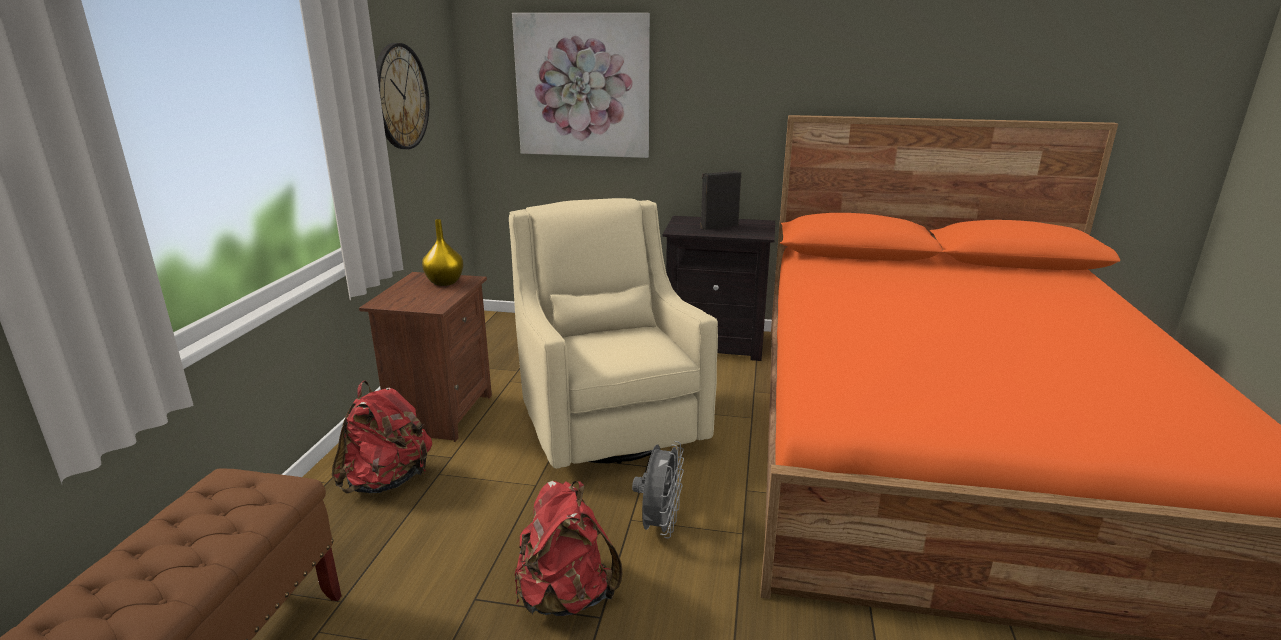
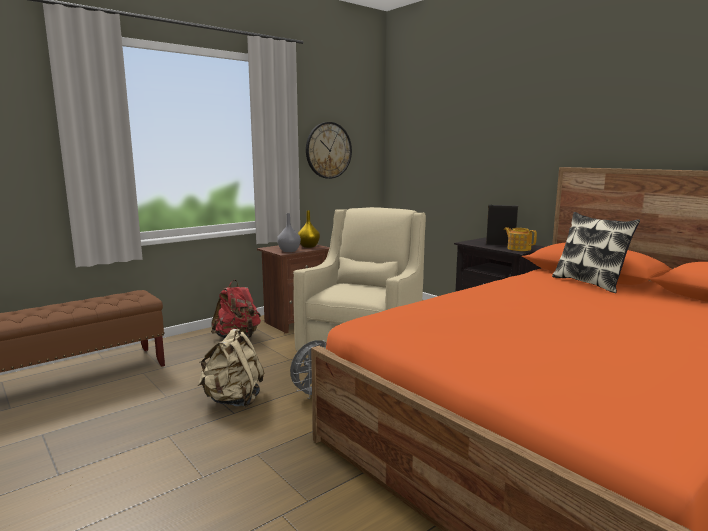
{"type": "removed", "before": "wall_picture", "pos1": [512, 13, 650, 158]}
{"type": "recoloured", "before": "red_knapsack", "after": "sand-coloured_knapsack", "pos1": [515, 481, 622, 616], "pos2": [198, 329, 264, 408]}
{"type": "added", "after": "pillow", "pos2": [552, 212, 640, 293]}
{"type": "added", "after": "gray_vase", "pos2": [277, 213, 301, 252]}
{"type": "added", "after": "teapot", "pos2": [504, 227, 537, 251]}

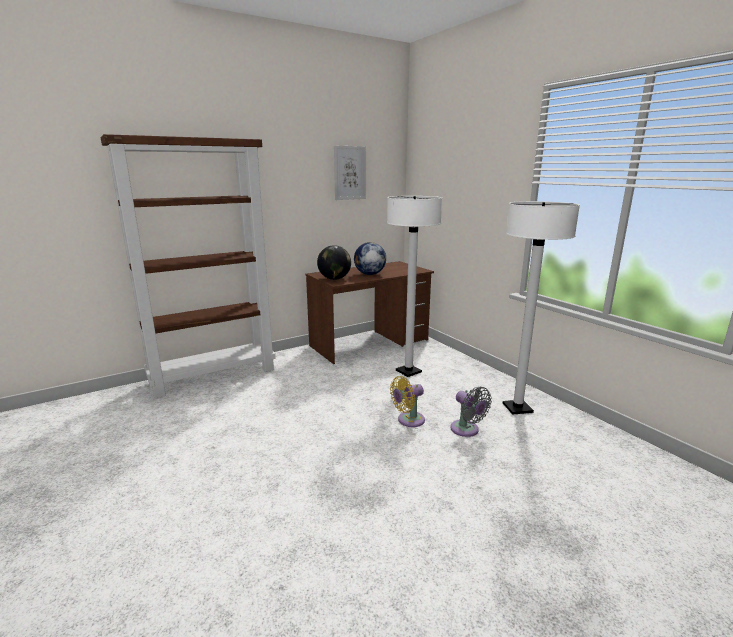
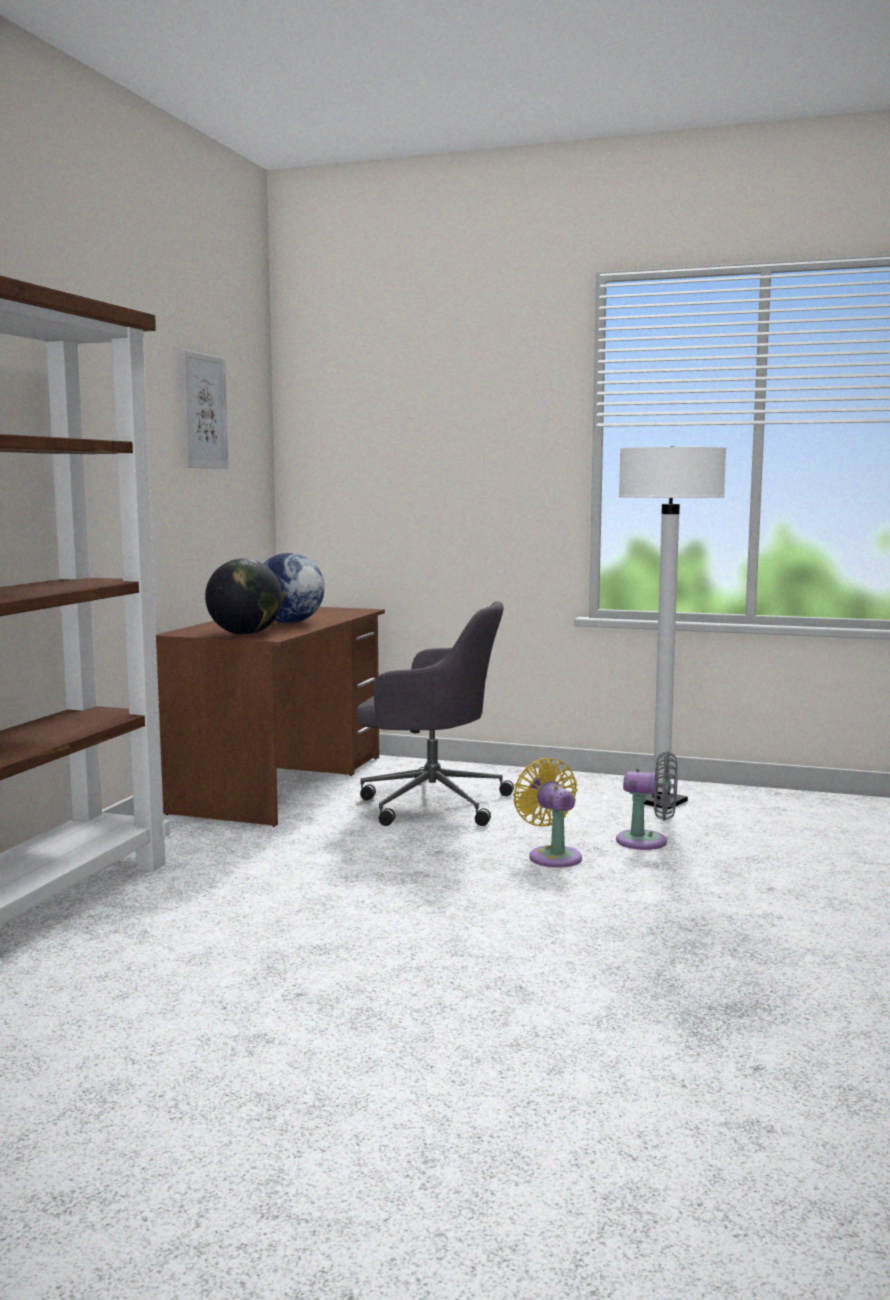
{"type": "replaced", "before": "white-coloured_standing_lamp", "after": "gray_desk_chair", "pos1": [387, 196, 442, 377], "pos2": [357, 602, 514, 826]}
{"type": "turned", "before": "yellowish_electric_fan", "pos1": [390, 376, 425, 427], "pos2": [513, 758, 582, 868], "turn": 135}

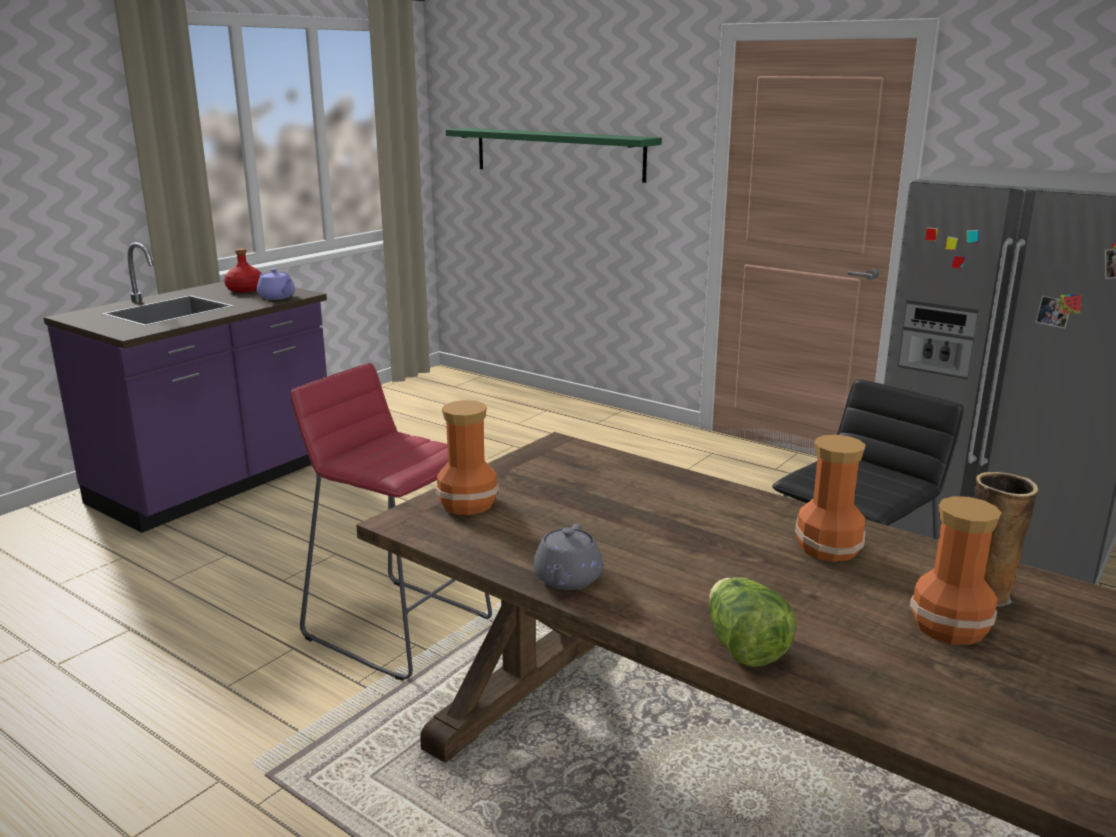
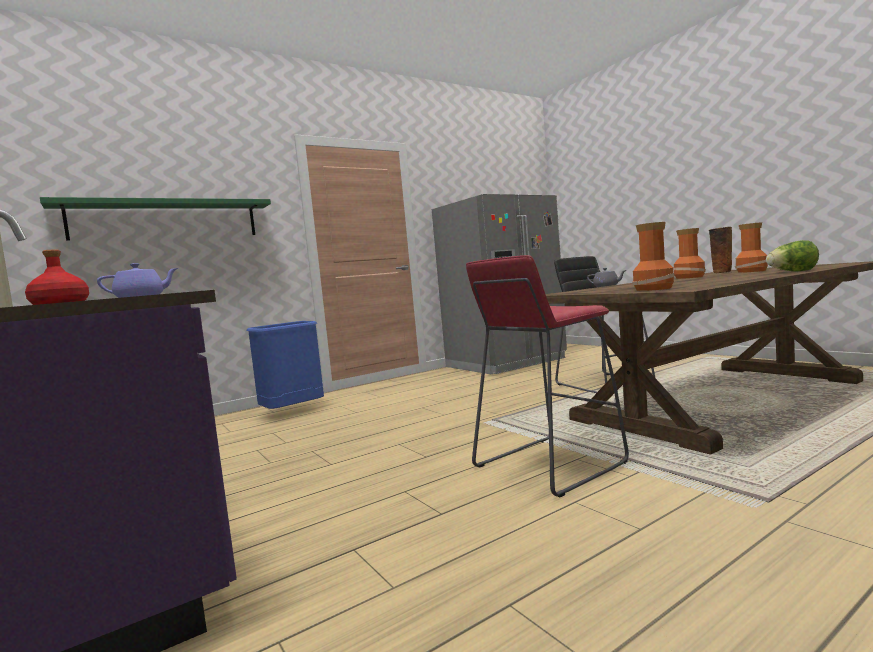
{"type": "moved", "before": "gray_teapot", "pos1": [533, 523, 603, 590], "pos2": [587, 268, 626, 287]}
{"type": "added", "after": "blue-coloured_waste_bin", "pos2": [247, 321, 324, 409]}

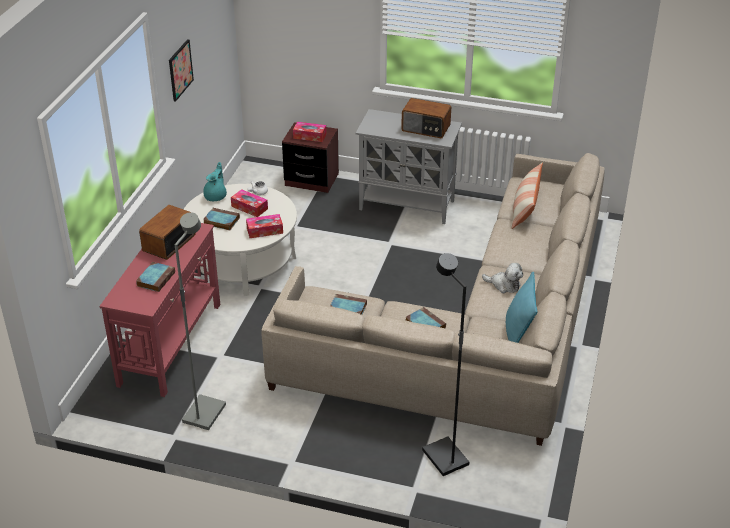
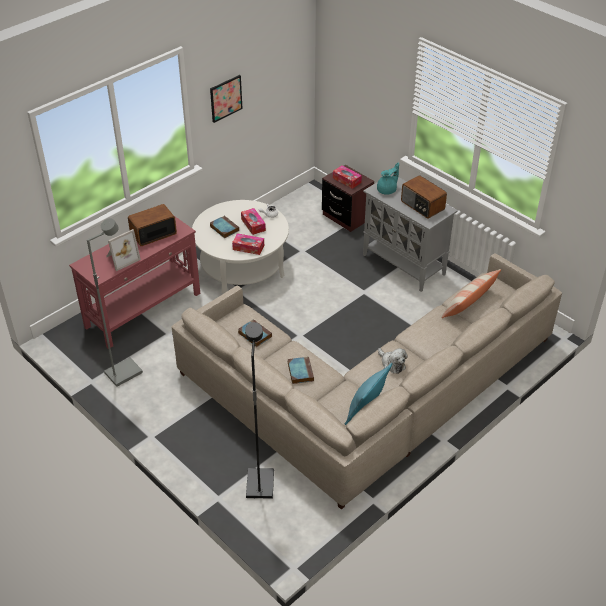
{"type": "moved", "before": "blue-green_teapot", "pos1": [203, 162, 227, 201], "pos2": [377, 163, 399, 195]}
{"type": "replaced", "before": "bound_book", "after": "standing_frame", "pos1": [136, 262, 175, 292], "pos2": [106, 229, 141, 271]}

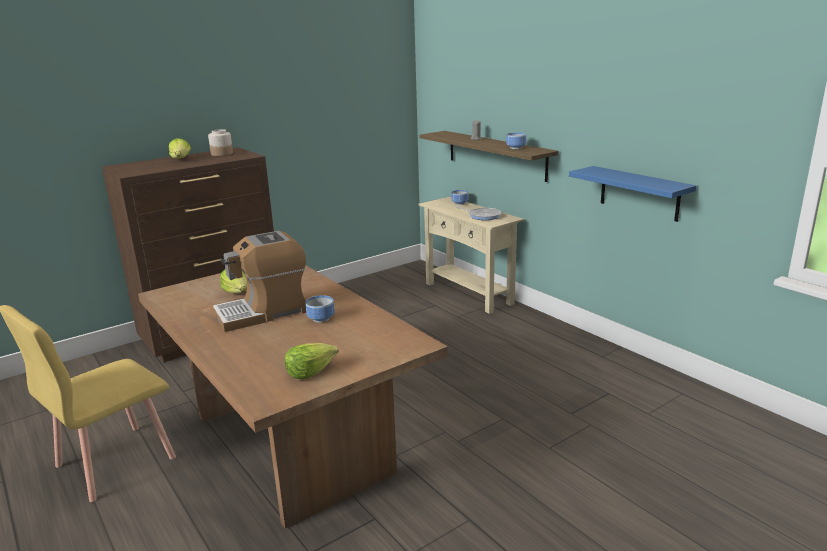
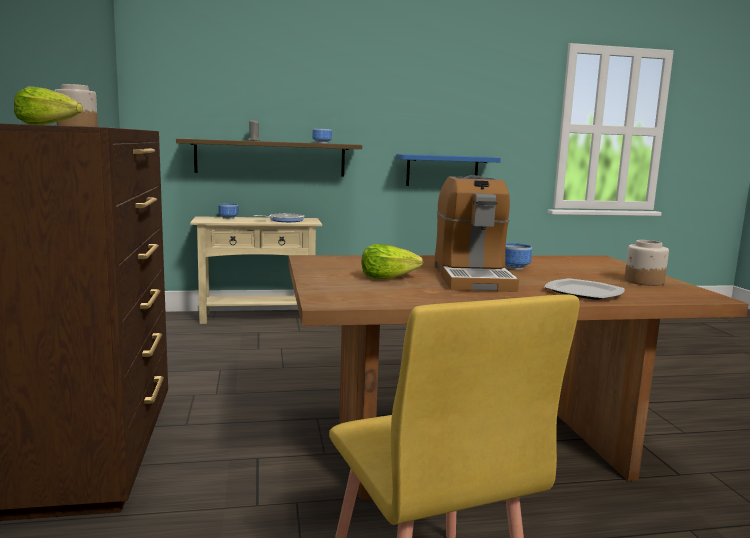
{"type": "replaced", "before": "lettuce", "after": "preserve_jar", "pos1": [285, 343, 339, 379], "pos2": [624, 240, 669, 286]}
{"type": "added", "after": "flat_dish", "pos2": [544, 278, 624, 300]}

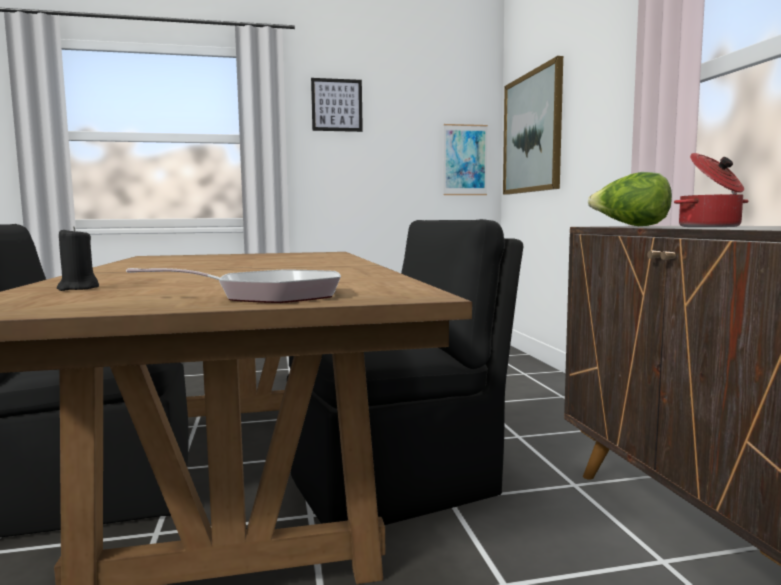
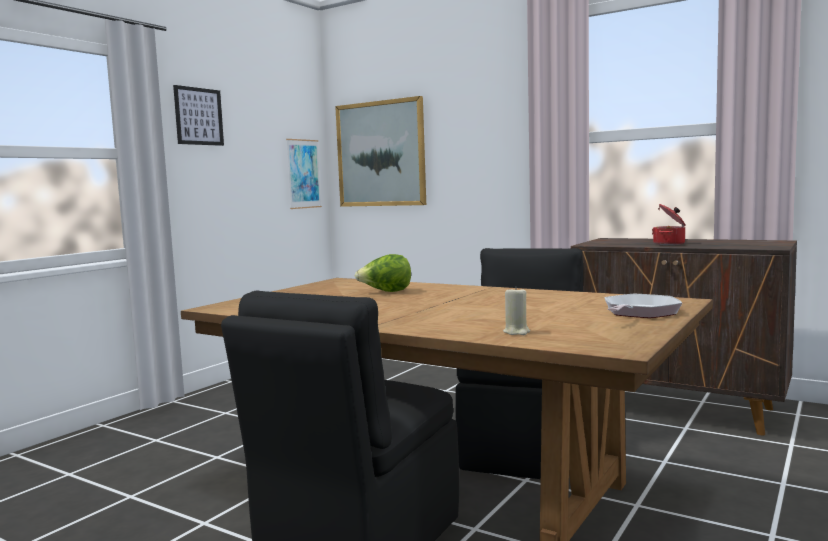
{"type": "moved", "before": "lettuce", "pos1": [588, 172, 672, 226], "pos2": [355, 254, 411, 292]}
{"type": "recoloured", "before": "blackish_wax_candle", "after": "sand-coloured_wax_candle", "pos1": [57, 226, 99, 291], "pos2": [503, 286, 530, 335]}

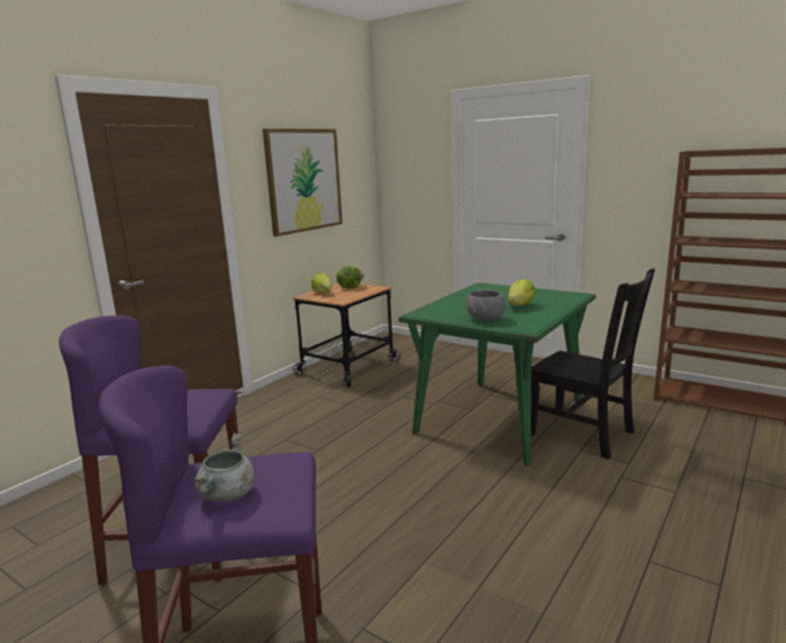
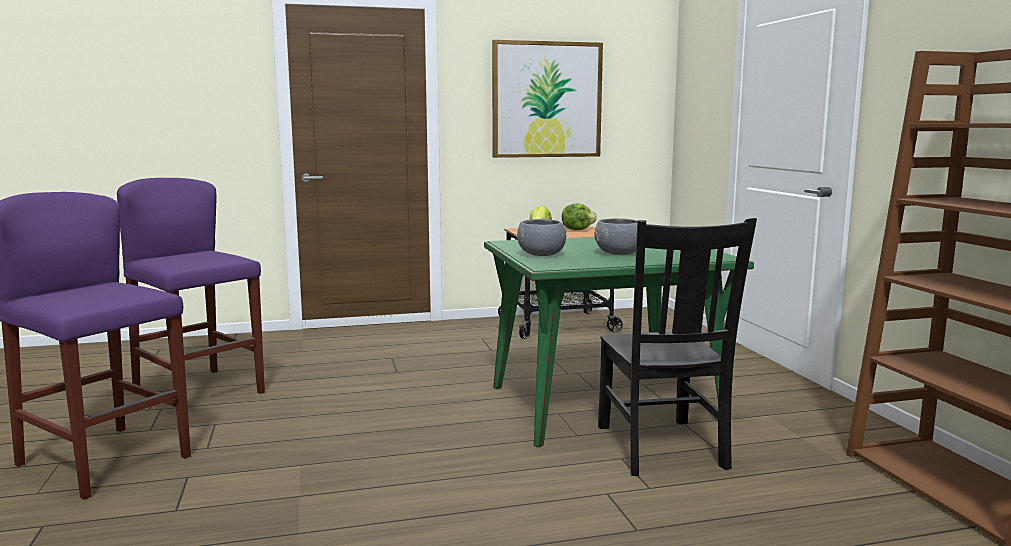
{"type": "replaced", "before": "lettuce", "after": "gray_serving_bowl", "pos1": [508, 279, 536, 306], "pos2": [595, 218, 637, 255]}
{"type": "removed", "before": "gray_cooking_pot", "pos1": [194, 433, 255, 502]}

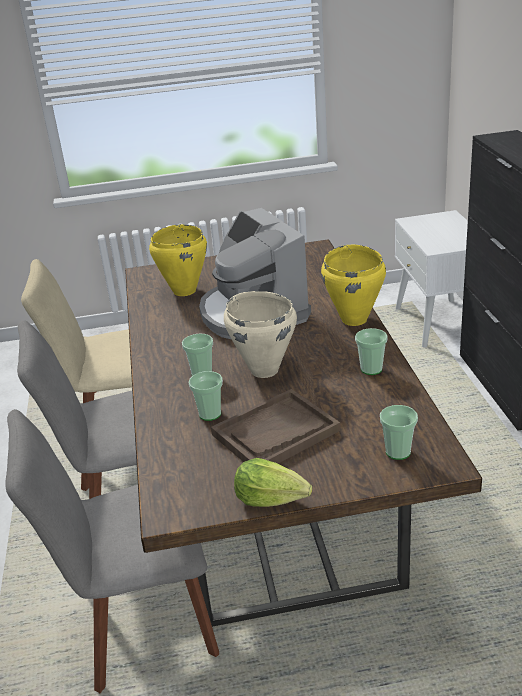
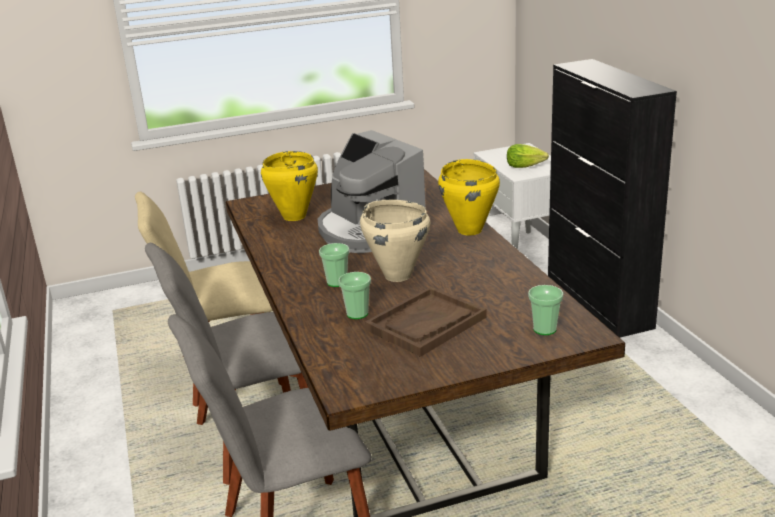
{"type": "removed", "before": "cup", "pos1": [355, 328, 388, 375]}
{"type": "moved", "before": "lettuce", "pos1": [234, 458, 312, 507], "pos2": [507, 144, 549, 168]}

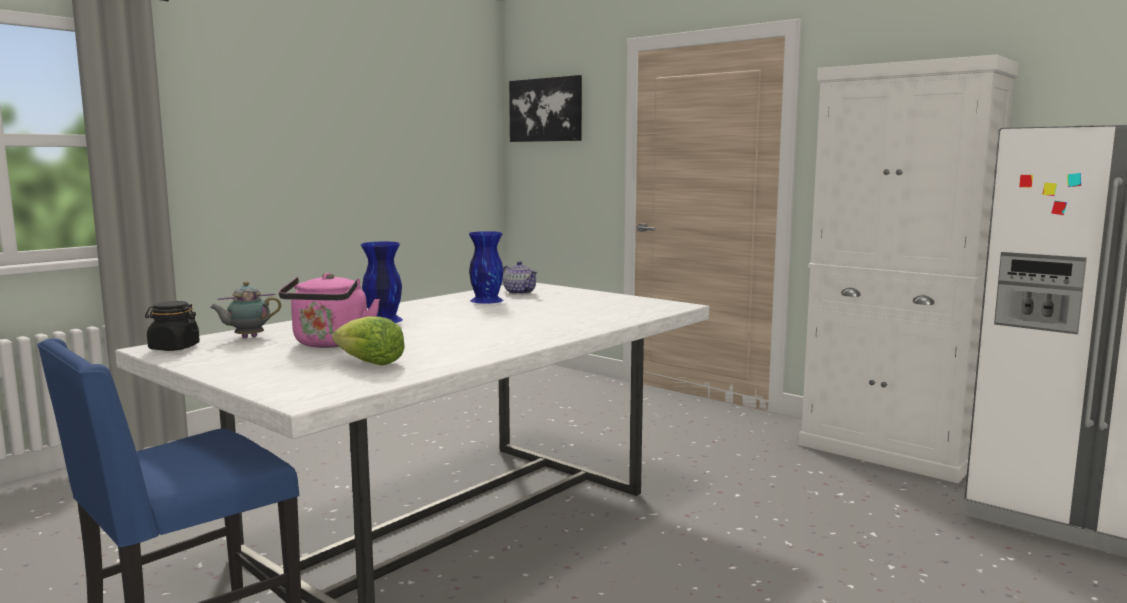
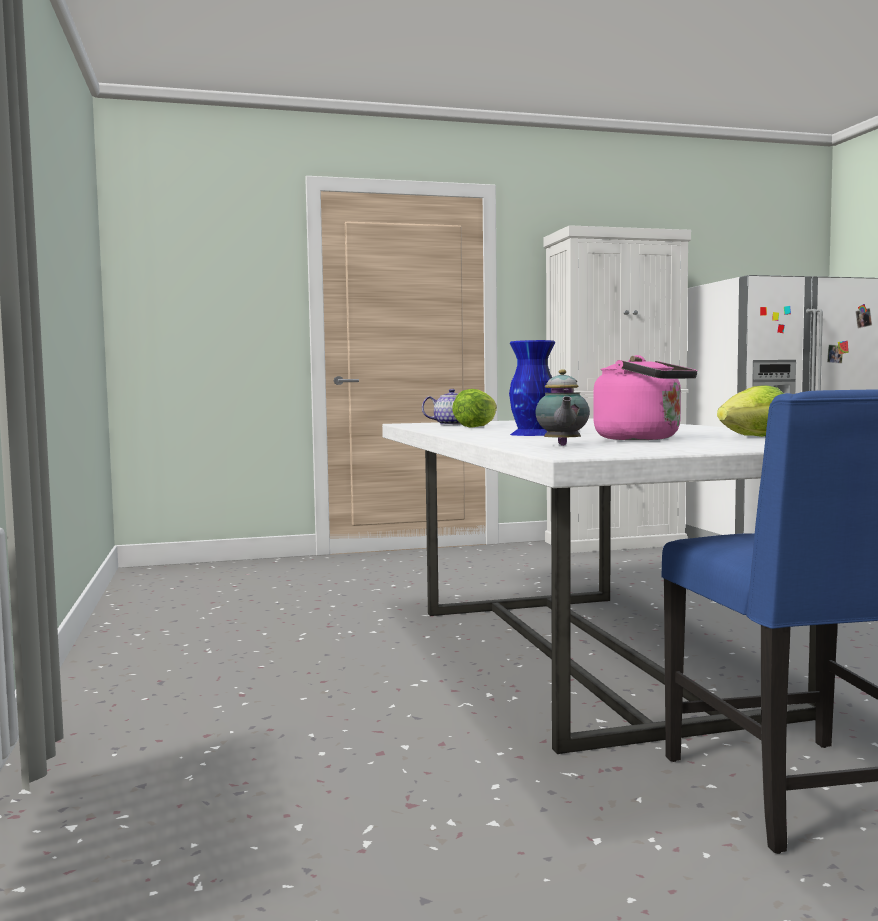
{"type": "removed", "before": "wall_picture", "pos1": [509, 75, 582, 142]}
{"type": "replaced", "before": "blue-coloured_vase", "after": "lettuce", "pos1": [469, 231, 504, 304], "pos2": [452, 389, 497, 427]}
{"type": "removed", "before": "blackish_preserve_jar", "pos1": [145, 301, 200, 351]}

